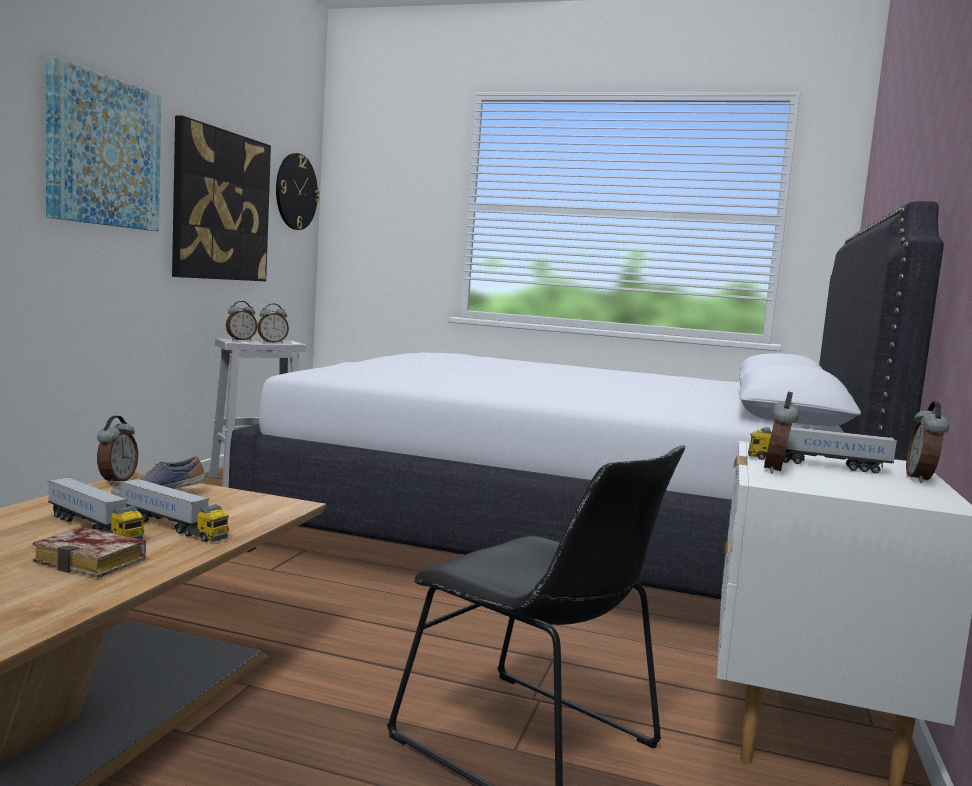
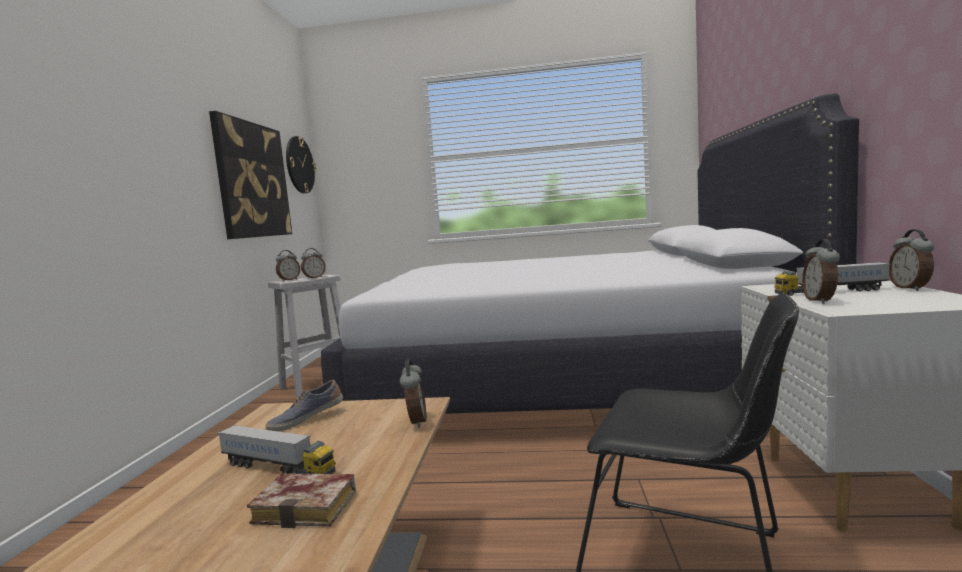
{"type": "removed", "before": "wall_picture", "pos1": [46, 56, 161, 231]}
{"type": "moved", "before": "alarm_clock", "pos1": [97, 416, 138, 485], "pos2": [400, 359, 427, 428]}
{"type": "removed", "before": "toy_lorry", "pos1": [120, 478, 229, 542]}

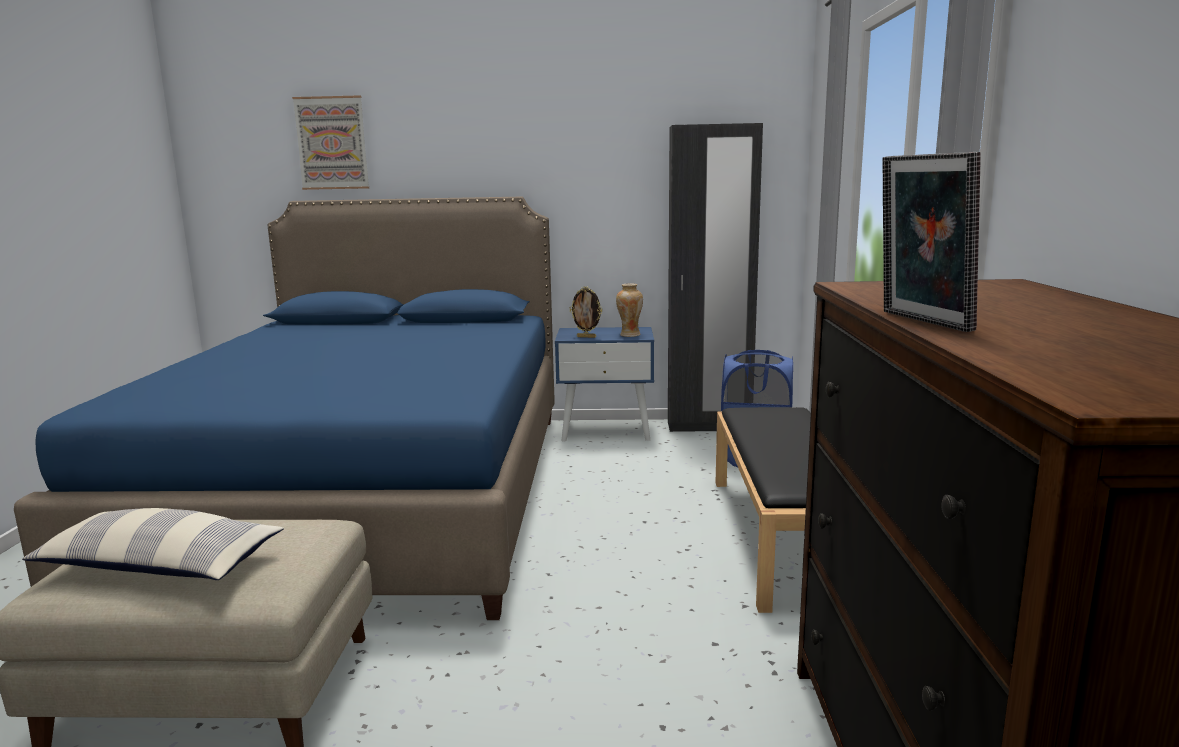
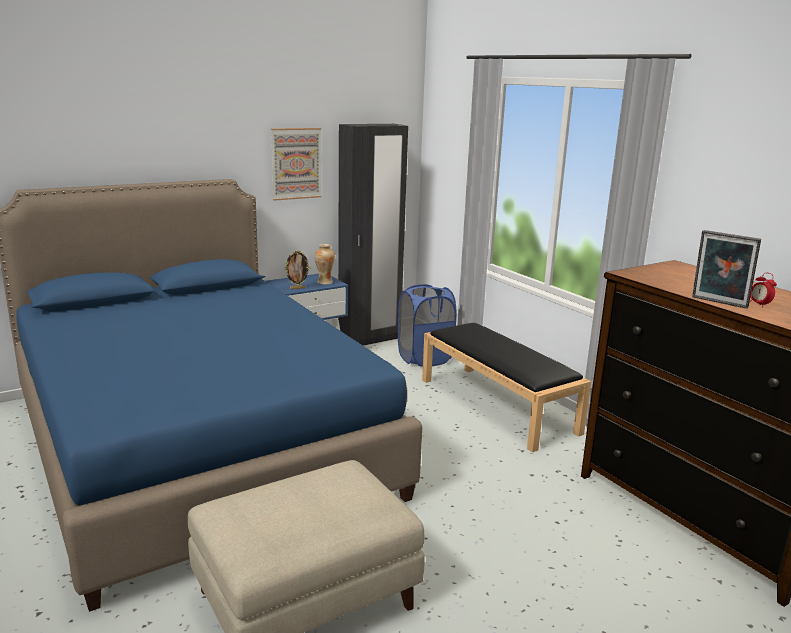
{"type": "moved", "before": "wall_picture", "pos1": [292, 95, 369, 190], "pos2": [271, 128, 322, 201]}
{"type": "removed", "before": "pillow", "pos1": [22, 508, 284, 580]}
{"type": "added", "after": "alarm_clock", "pos2": [749, 273, 777, 308]}

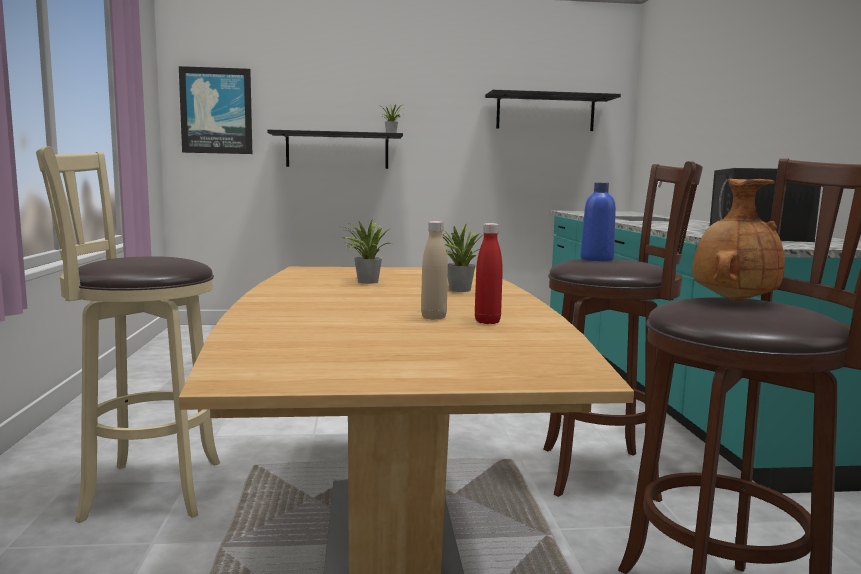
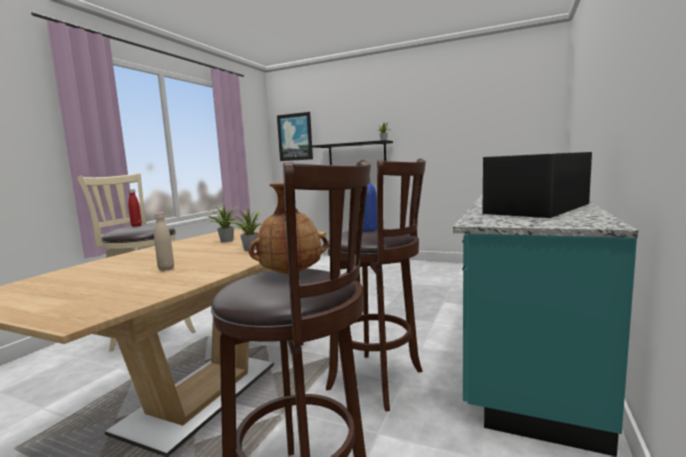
{"type": "removed", "before": "blackish_wall_shelf", "pos1": [485, 90, 621, 131]}
{"type": "moved", "before": "red_drink_bottle", "pos1": [475, 223, 503, 324], "pos2": [128, 189, 142, 227]}

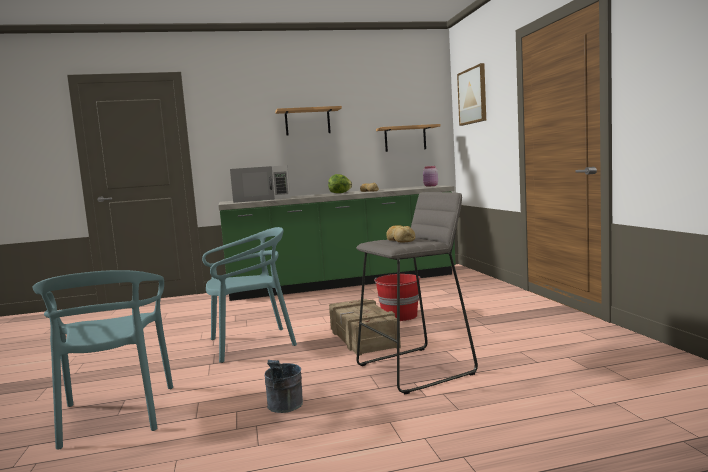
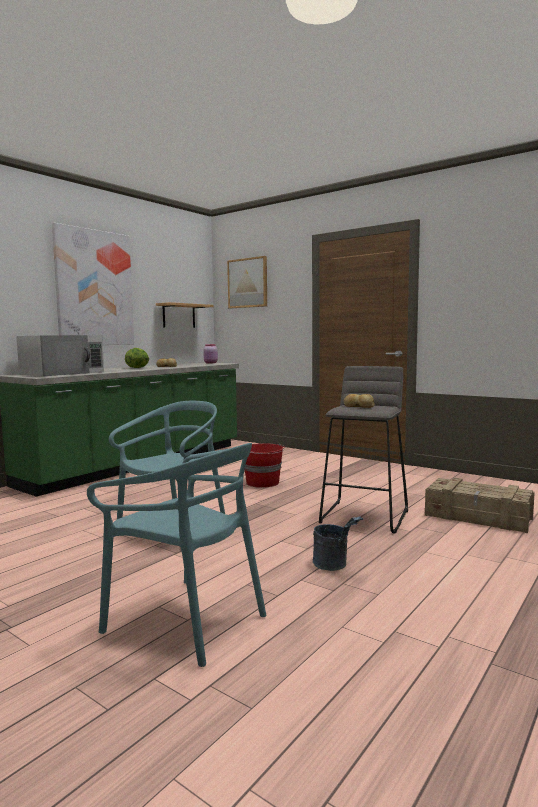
{"type": "replaced", "before": "wall_shelf", "after": "wall_picture", "pos1": [275, 106, 342, 136], "pos2": [52, 223, 134, 345]}
{"type": "moved", "before": "crate", "pos1": [329, 299, 401, 356], "pos2": [425, 478, 535, 533]}

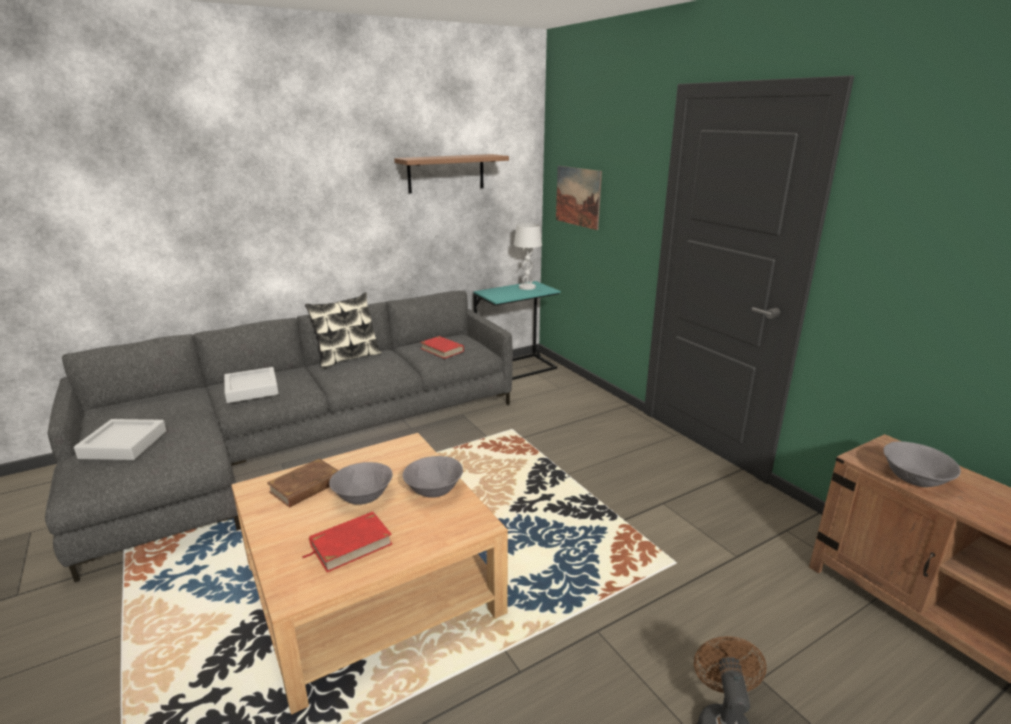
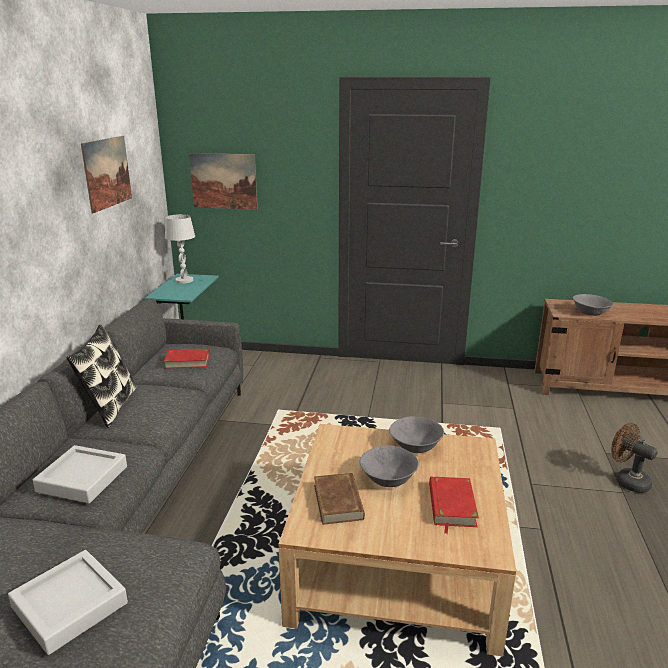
{"type": "replaced", "before": "wall_shelf", "after": "wall_picture", "pos1": [394, 154, 509, 193], "pos2": [81, 136, 132, 213]}

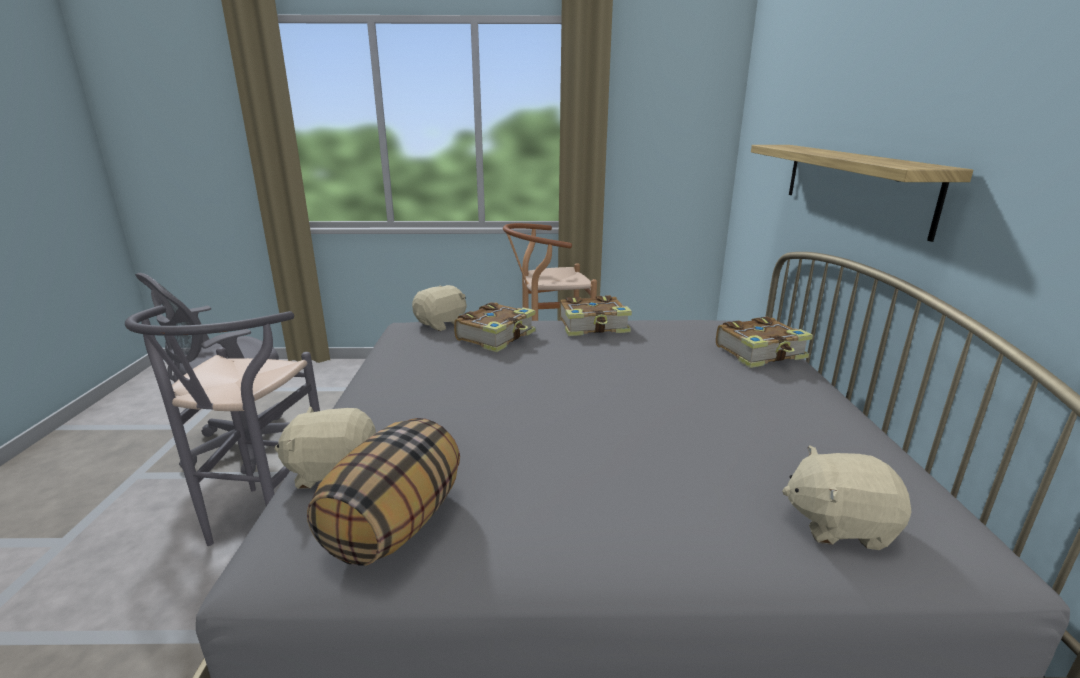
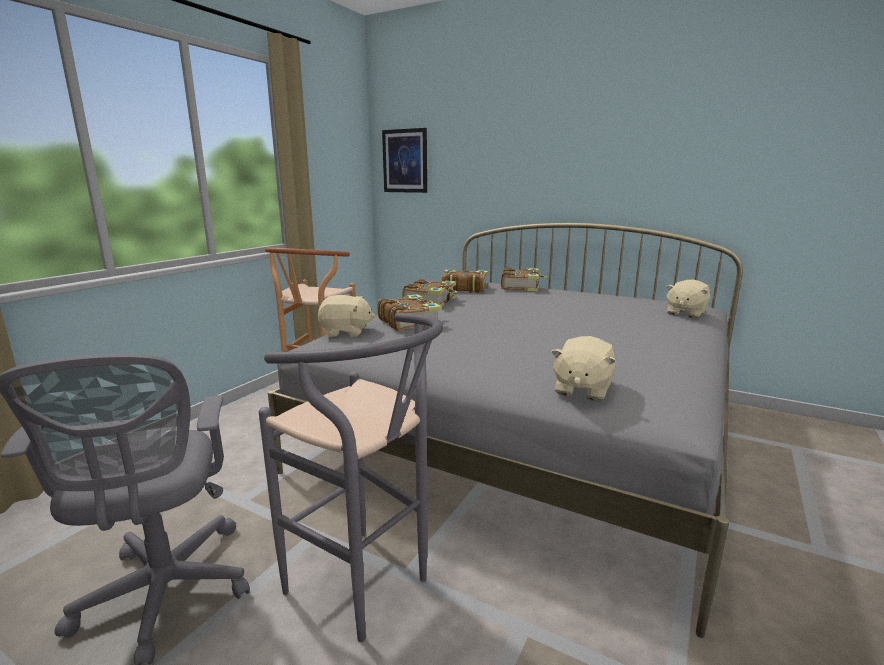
{"type": "removed", "before": "wall_shelf", "pos1": [751, 145, 973, 242]}
{"type": "turned", "before": "sand-coloured_plush_toy", "pos1": [412, 285, 467, 331], "pos2": [318, 295, 375, 337], "turn": 105}
{"type": "removed", "before": "pillow", "pos1": [307, 418, 460, 566]}
{"type": "added", "after": "wall_picture", "pos2": [382, 128, 427, 193]}
{"type": "added", "after": "bound_book", "pos2": [442, 269, 488, 293]}

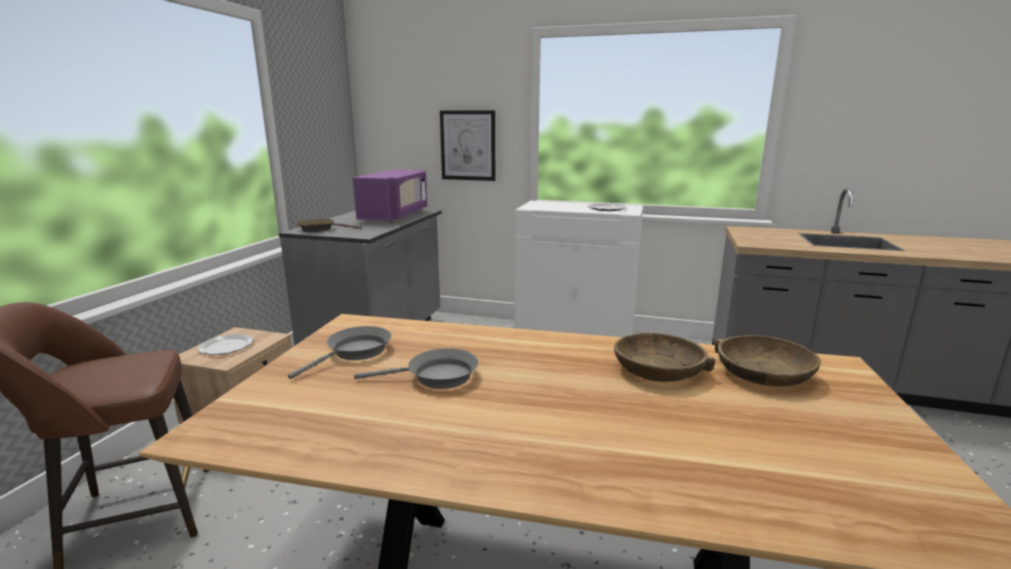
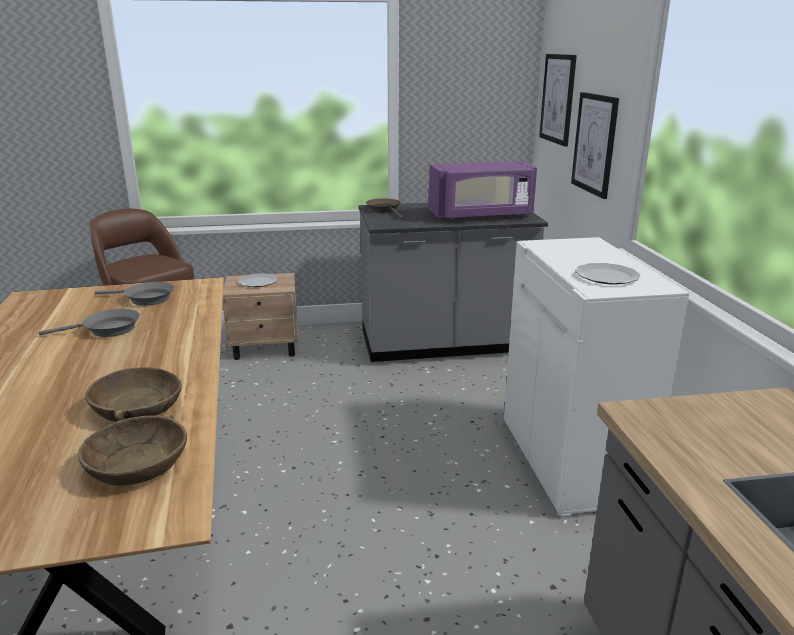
{"type": "turned", "before": "gray_pan", "pos1": [354, 348, 478, 389], "pos2": [39, 309, 140, 337], "turn": -75}
{"type": "added", "after": "wall_picture", "pos2": [539, 54, 577, 147]}

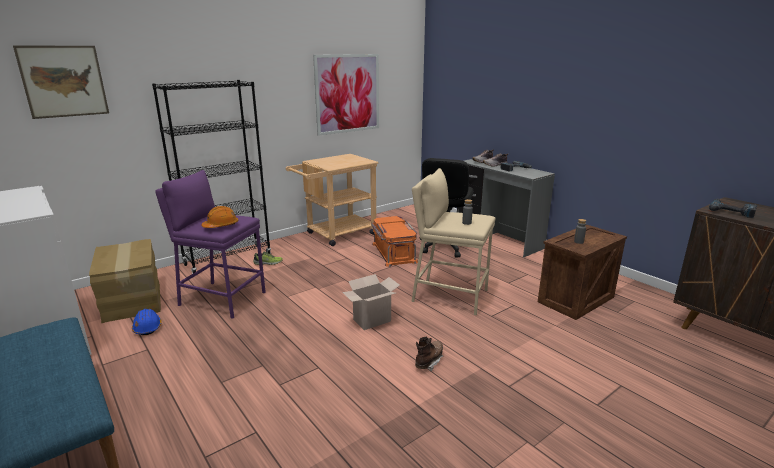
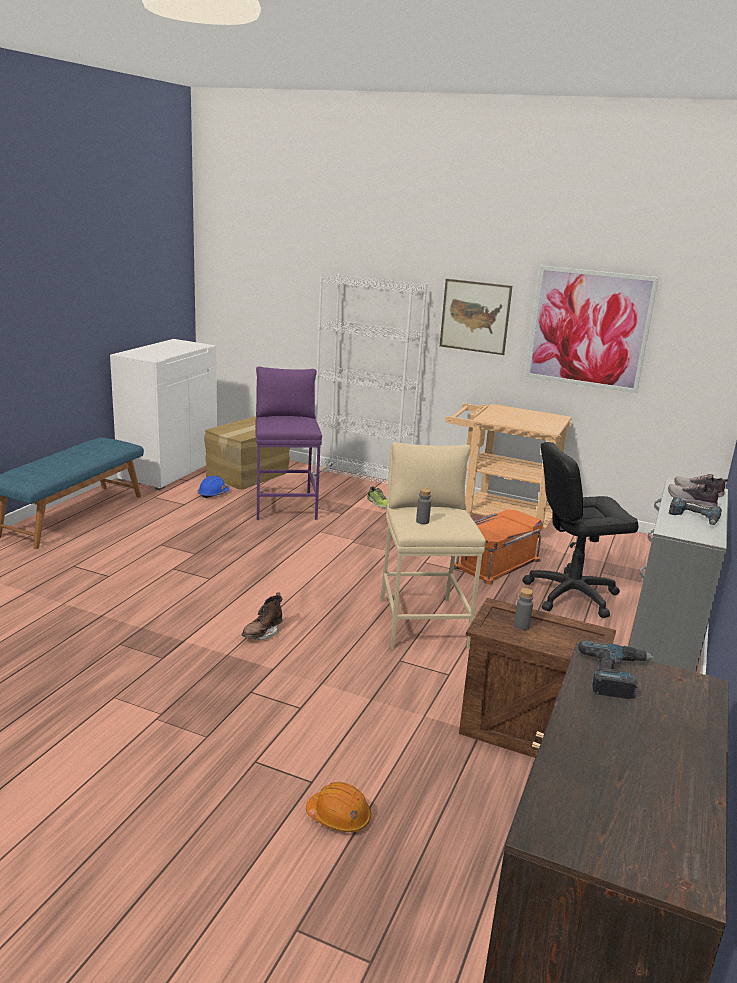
{"type": "moved", "before": "wall_picture", "pos1": [13, 46, 109, 119], "pos2": [440, 279, 512, 355]}
{"type": "recoloured", "before": "blackish_bookshelf", "after": "white-coloured_bookshelf", "pos1": [152, 80, 271, 274], "pos2": [312, 274, 428, 484]}
{"type": "moved", "before": "orangey_hard_hat", "pos1": [201, 206, 238, 228], "pos2": [306, 782, 371, 832]}
{"type": "removed", "before": "cardboard_box", "pos1": [342, 274, 400, 330]}
{"type": "turned", "before": "brown-coloured_high-top_boot", "pos1": [415, 337, 443, 371], "pos2": [242, 593, 283, 640], "turn": 120}

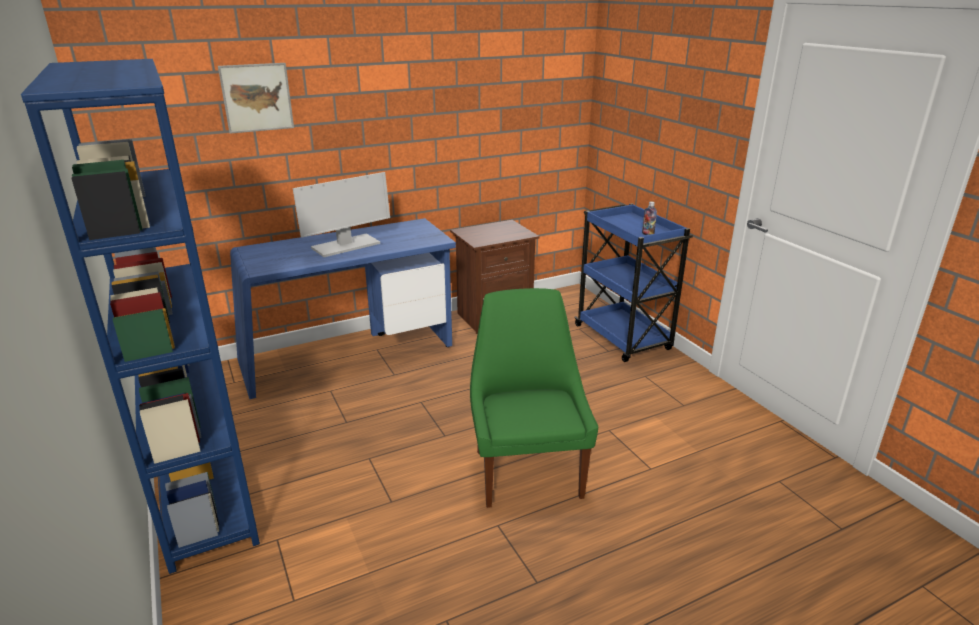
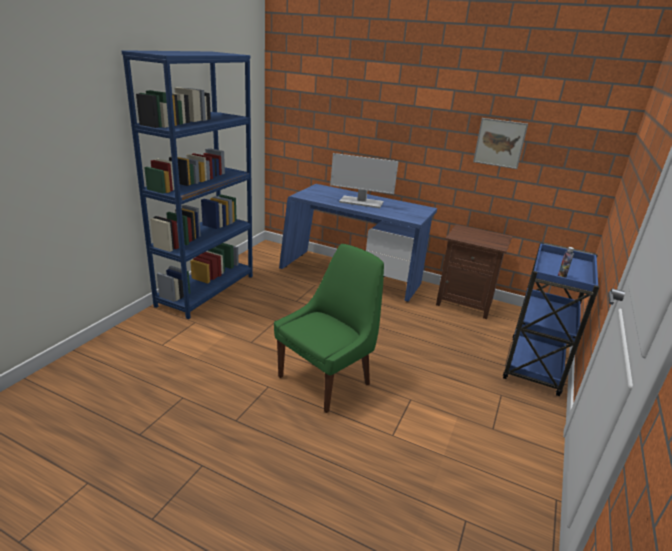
{"type": "moved", "before": "wall_picture", "pos1": [218, 63, 294, 134], "pos2": [473, 118, 528, 169]}

